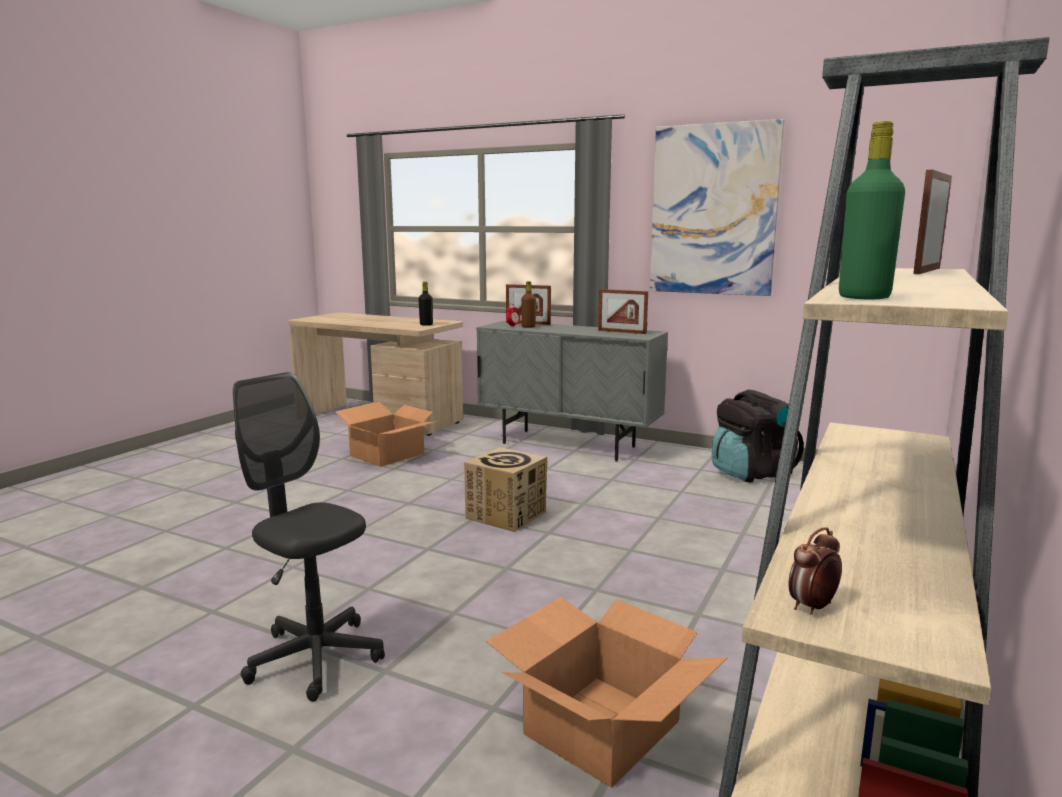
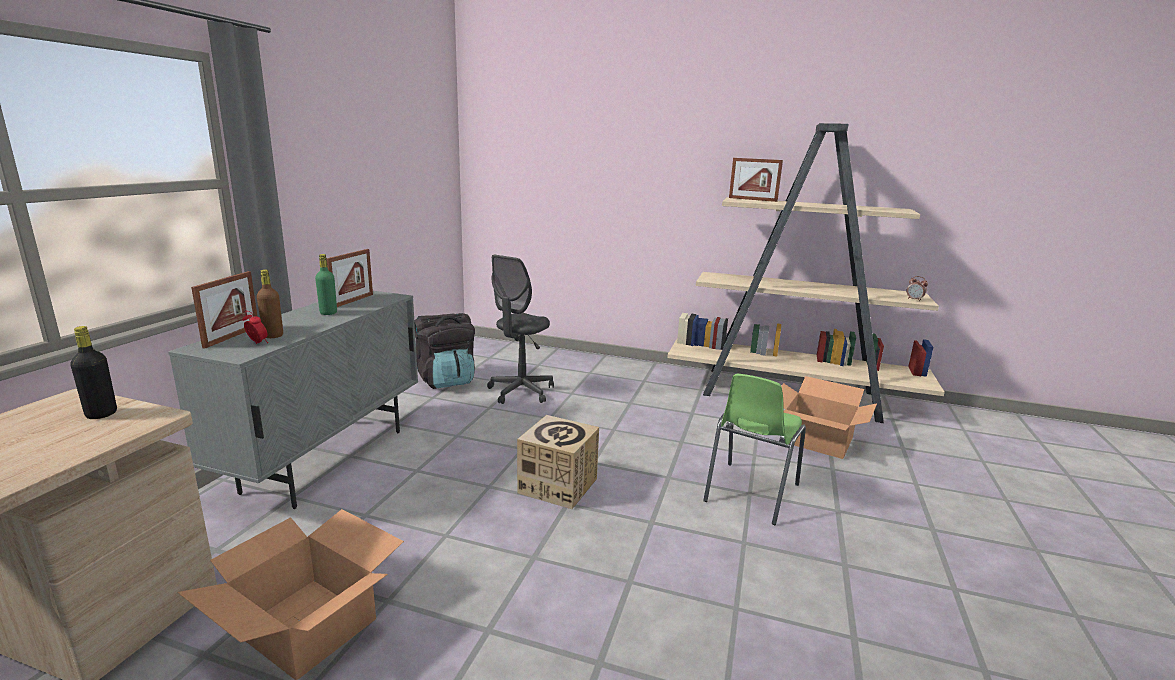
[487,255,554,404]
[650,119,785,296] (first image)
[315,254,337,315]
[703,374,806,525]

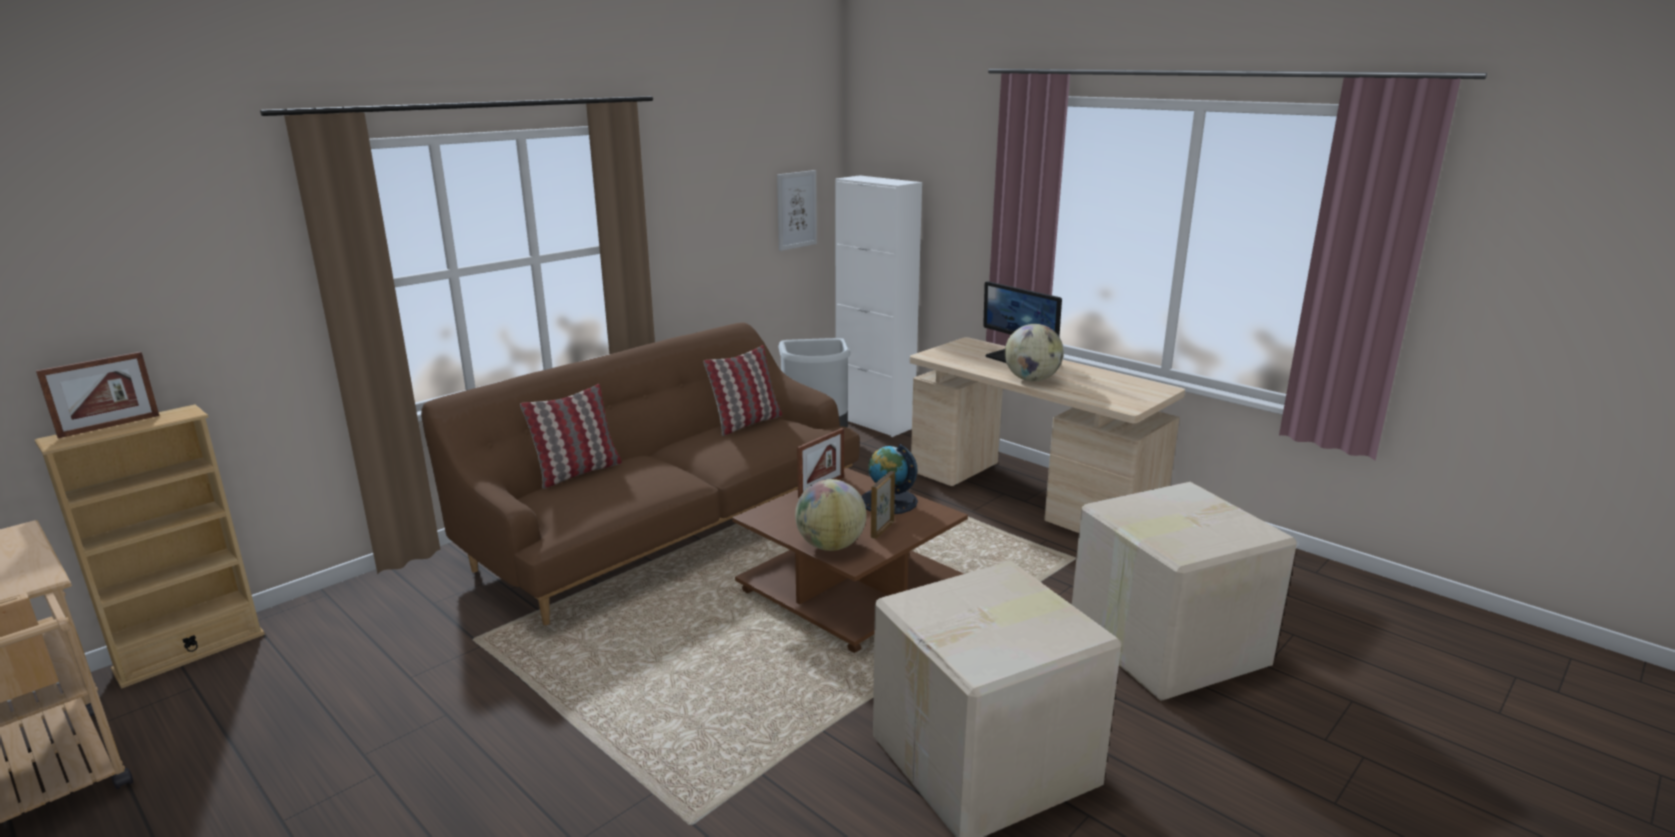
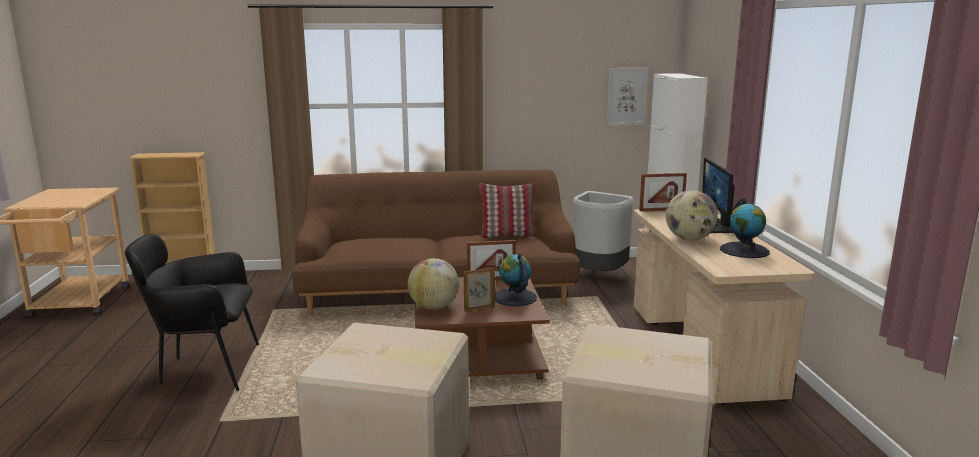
[639,173,687,211]
[520,384,622,489] (first image)
[125,234,259,391]
[720,198,770,258]

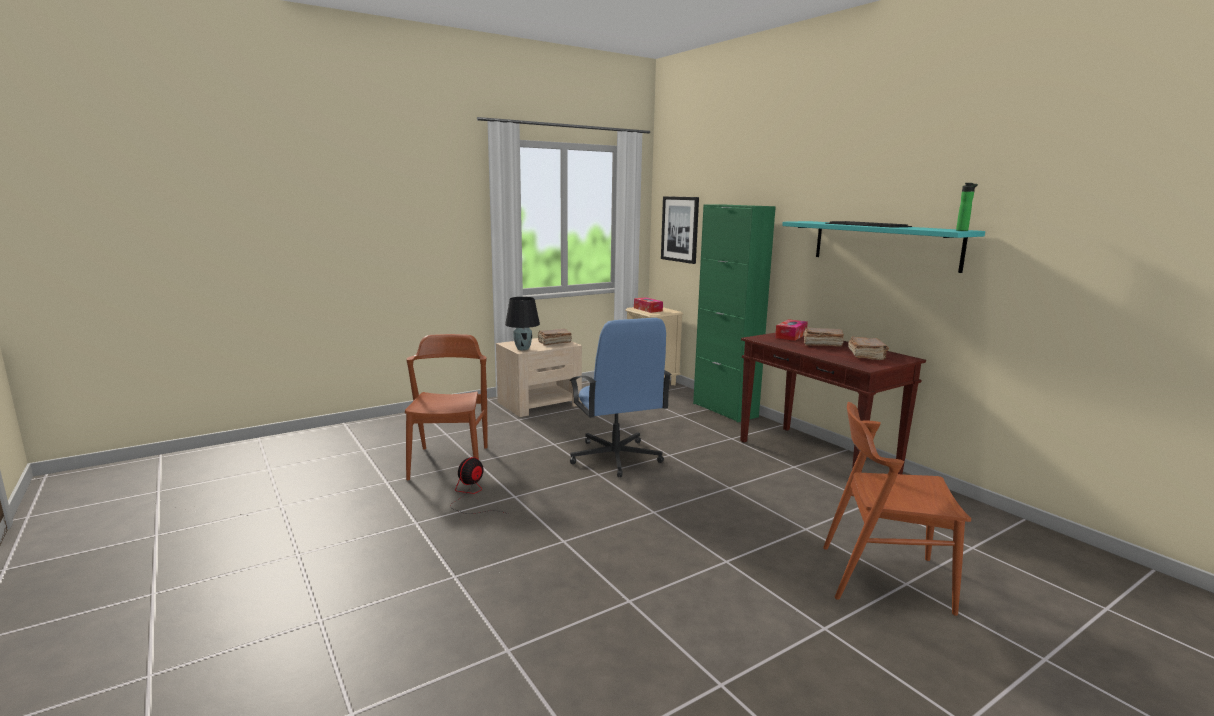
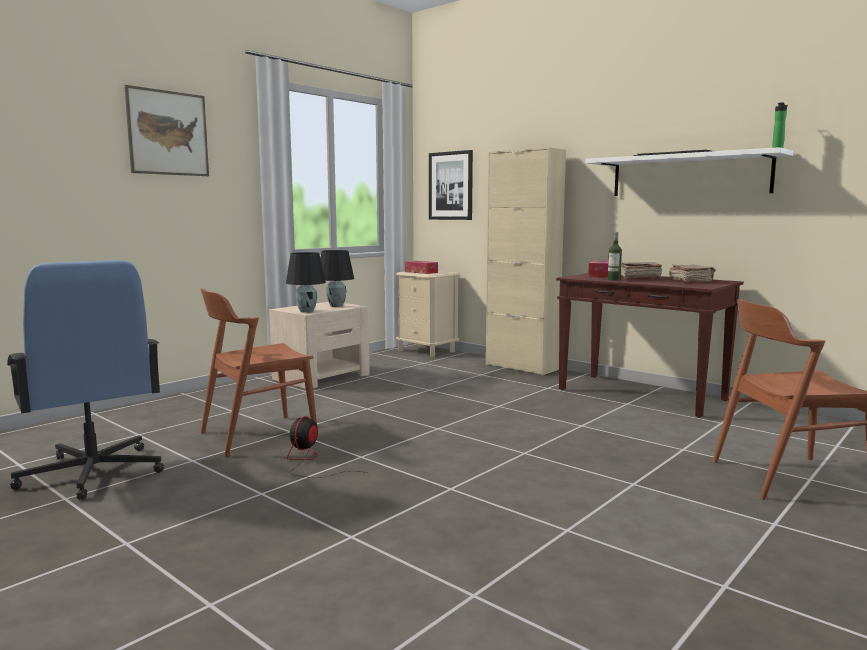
[200,288,318,457]
[320,250,354,307]
[7,260,164,500]
[486,147,566,375]
[585,147,794,196]
[124,85,209,176]
[608,232,622,281]

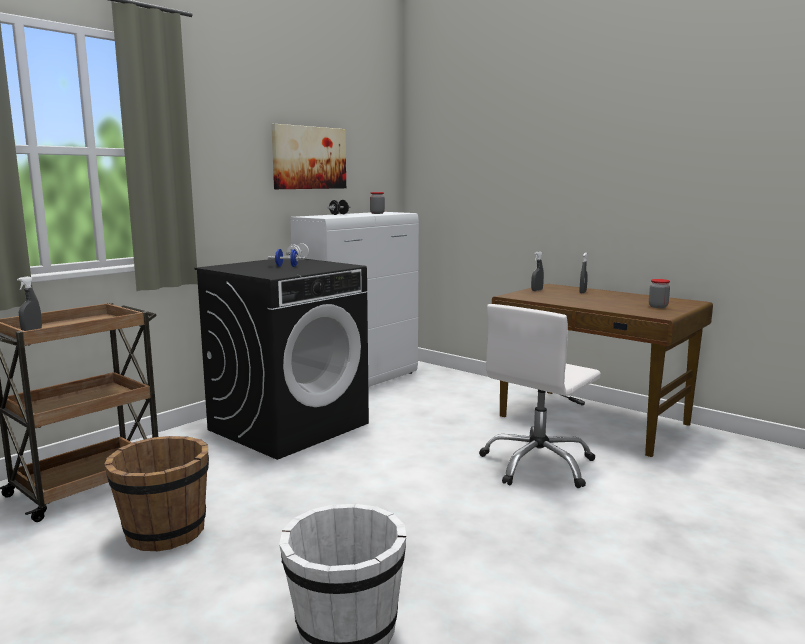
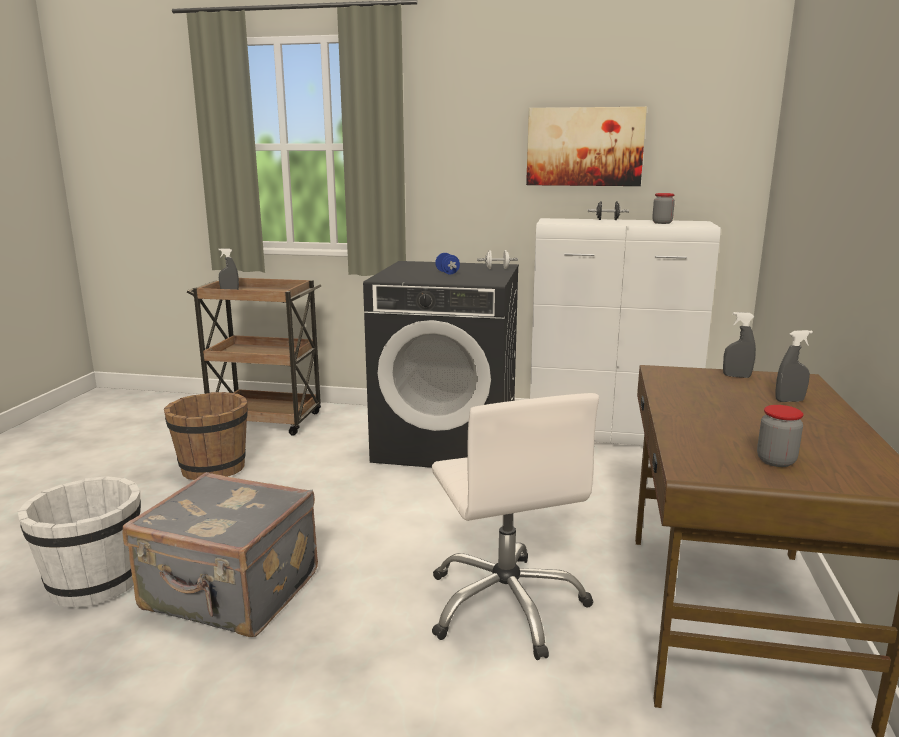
[432,393,599,660]
[123,472,318,637]

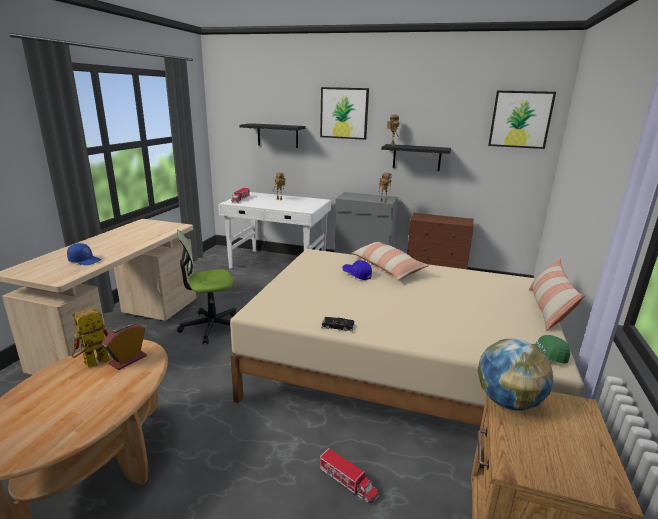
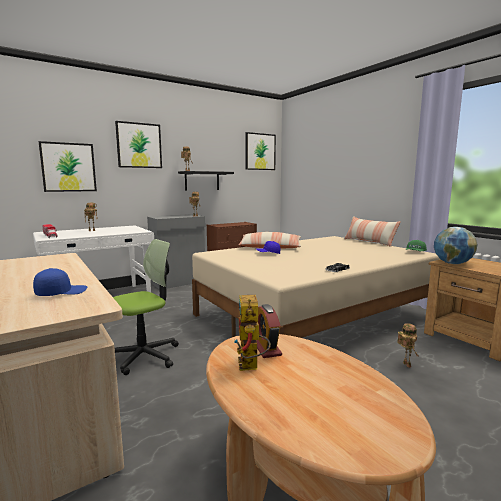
[113,239,179,375]
[39,141,97,192]
[397,323,418,368]

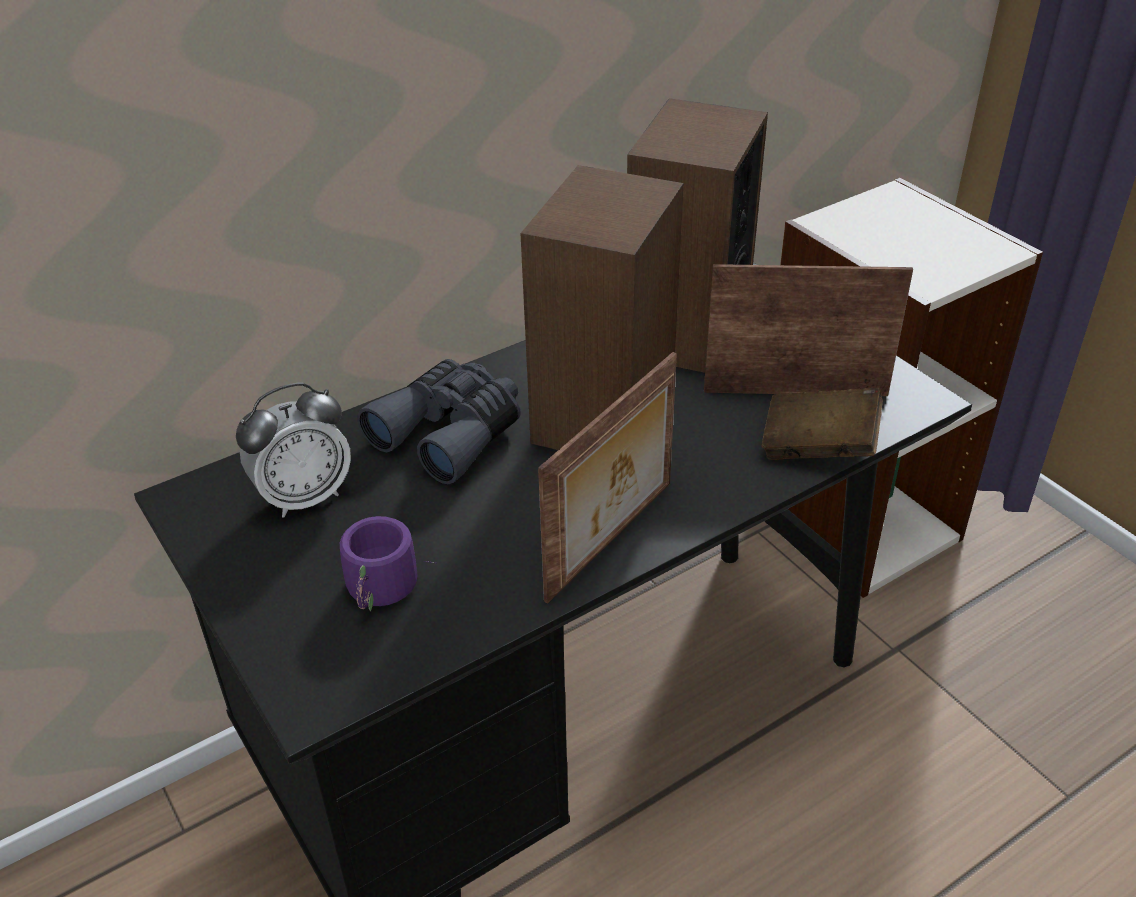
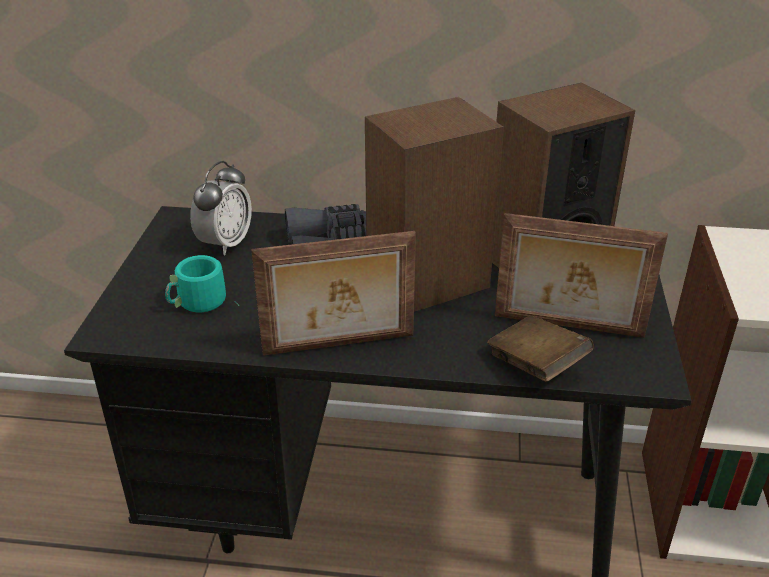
[190,161,252,255]
[165,255,240,312]
[495,213,668,338]

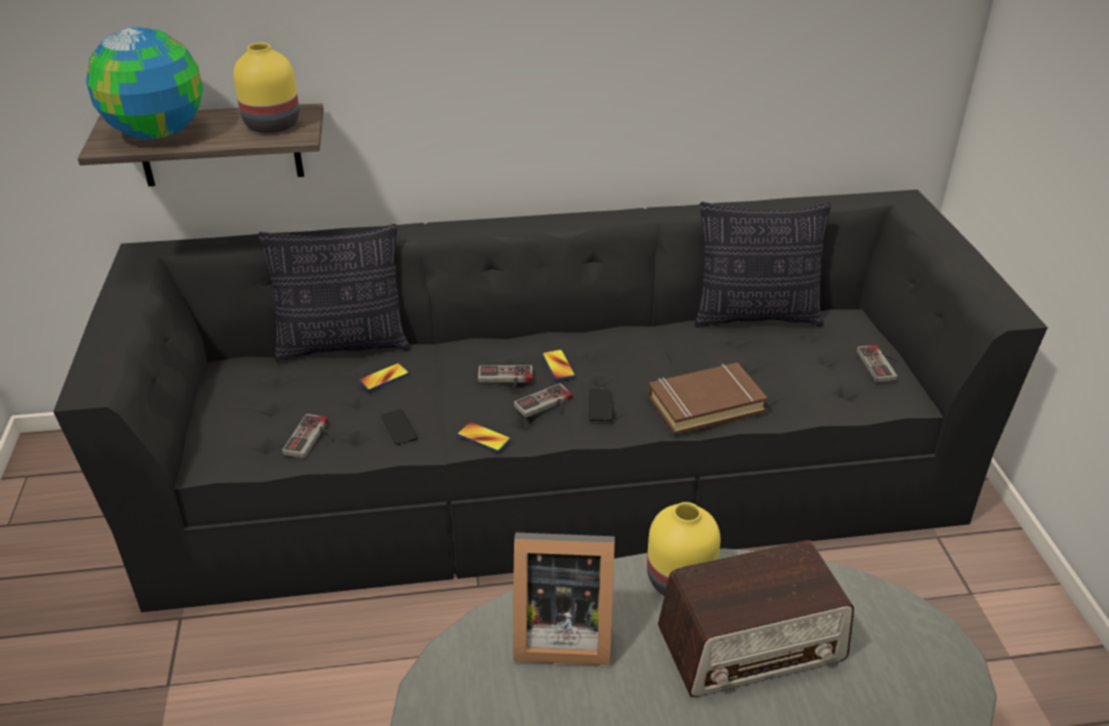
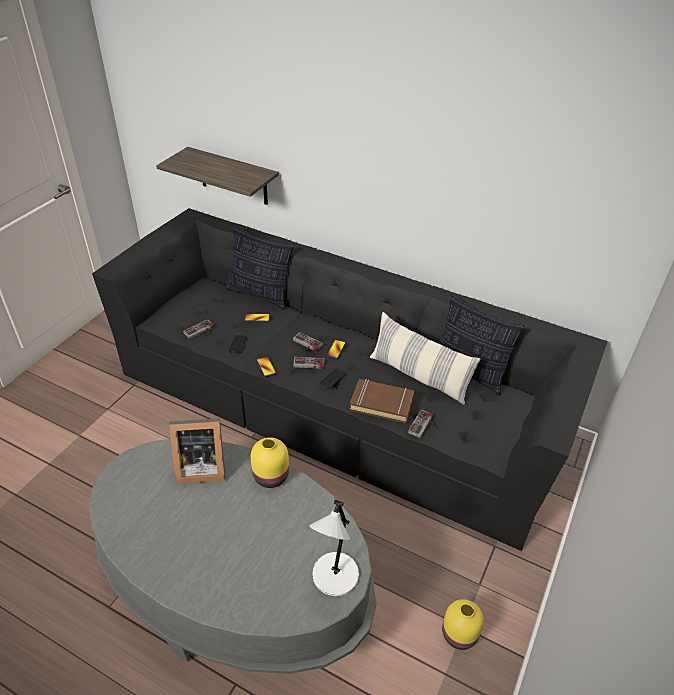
[86,27,203,139] (first image)
[442,599,484,650]
[169,418,225,484]
[658,540,854,697] (first image)
[408,409,435,438]
[309,500,359,596]
[370,312,481,405]

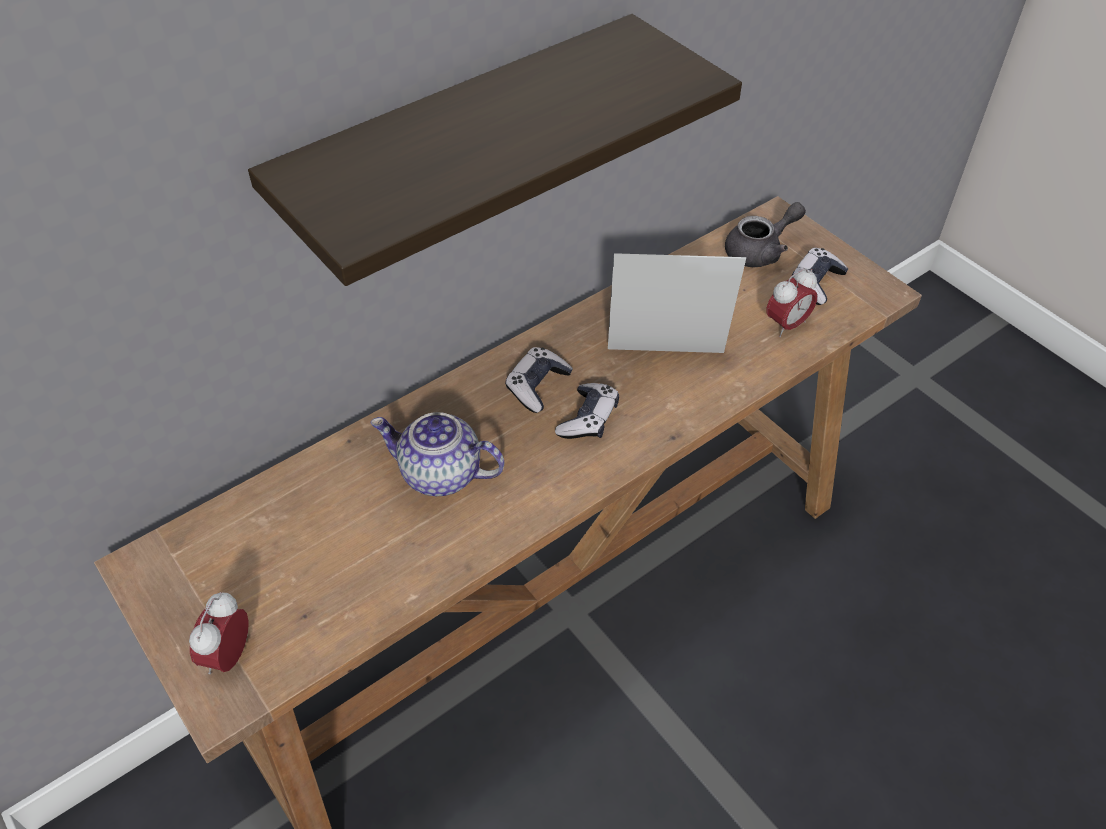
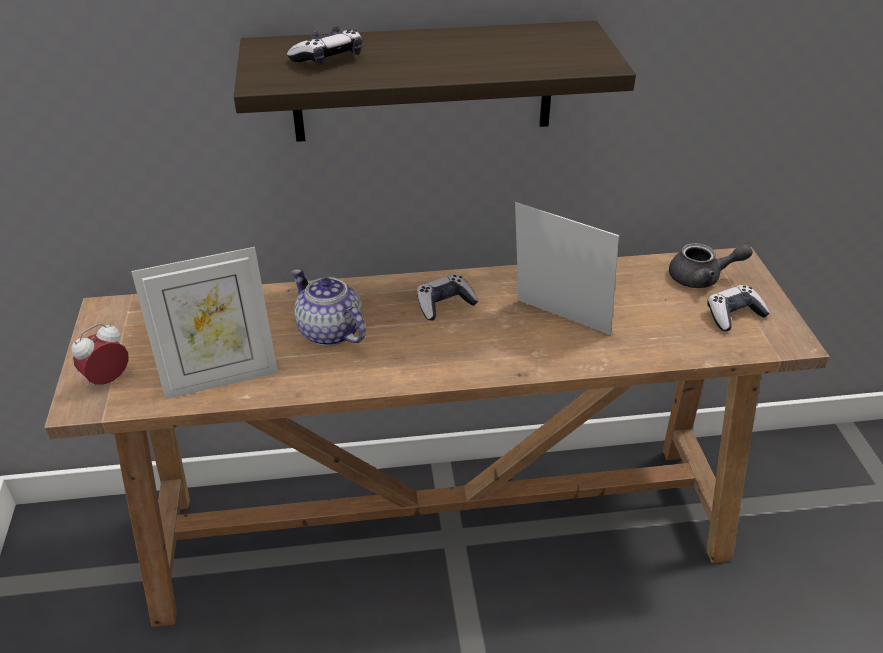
[287,26,362,65]
[766,268,818,337] (first image)
[131,247,278,400]

